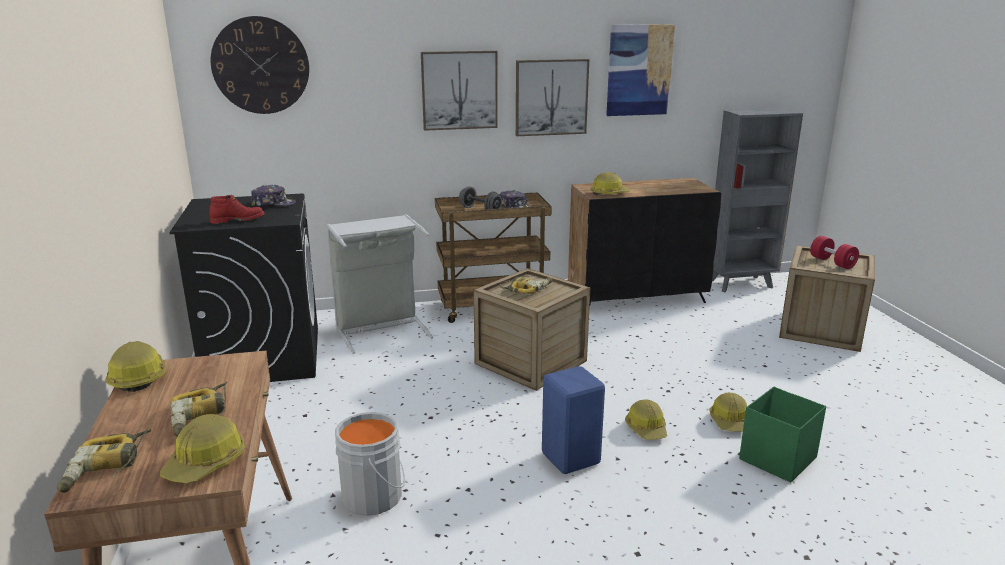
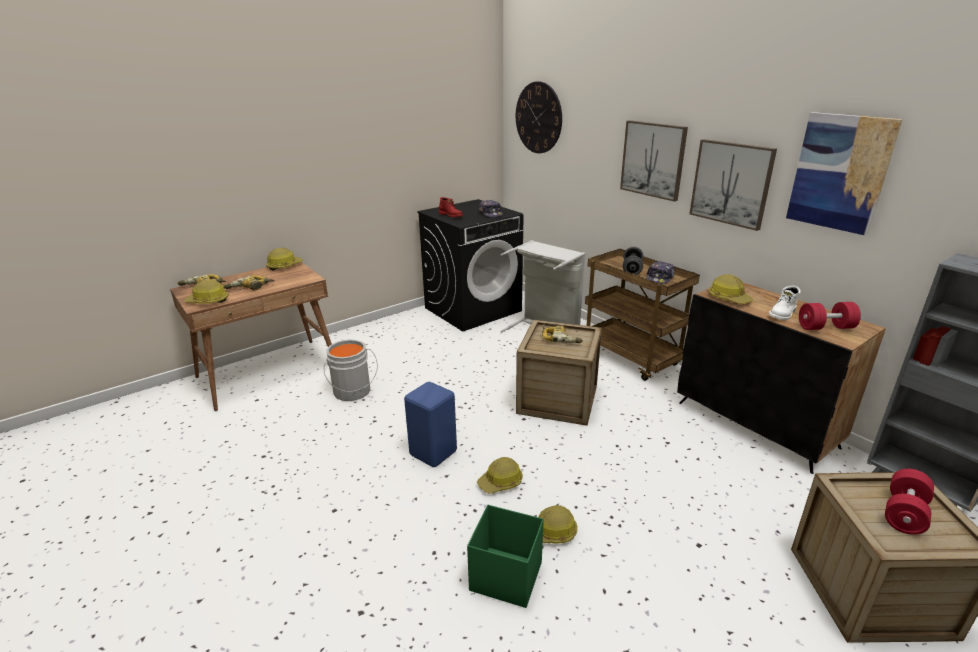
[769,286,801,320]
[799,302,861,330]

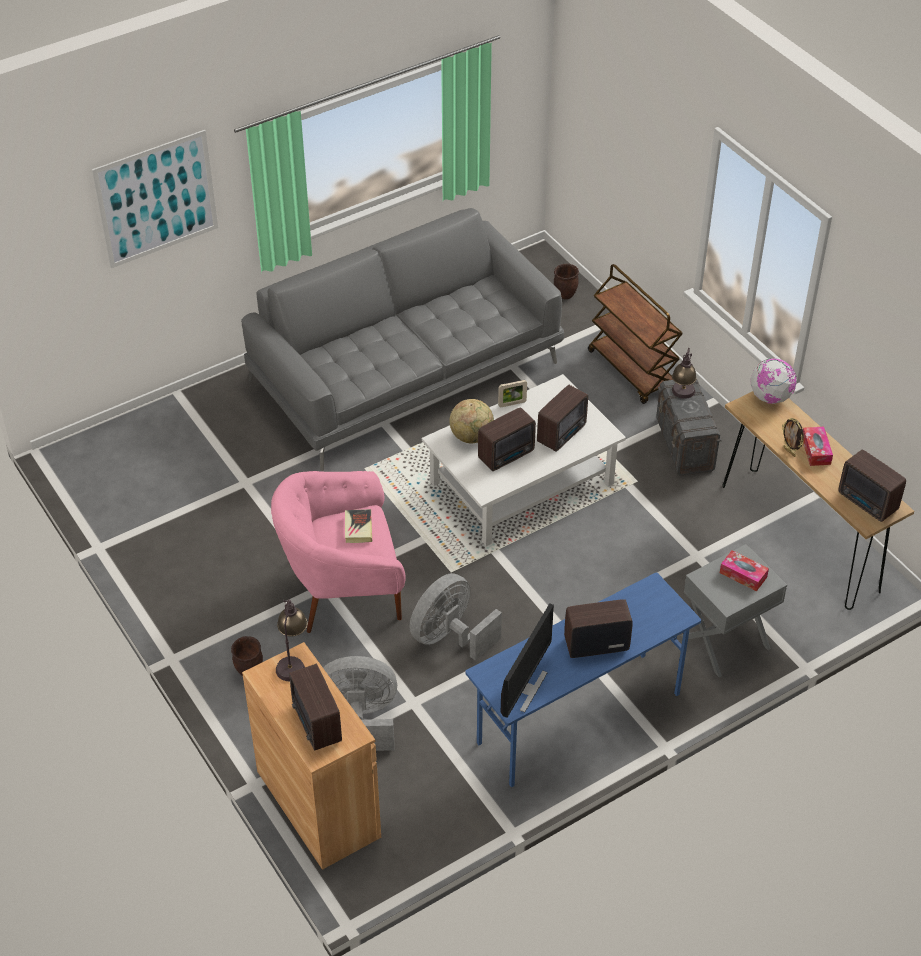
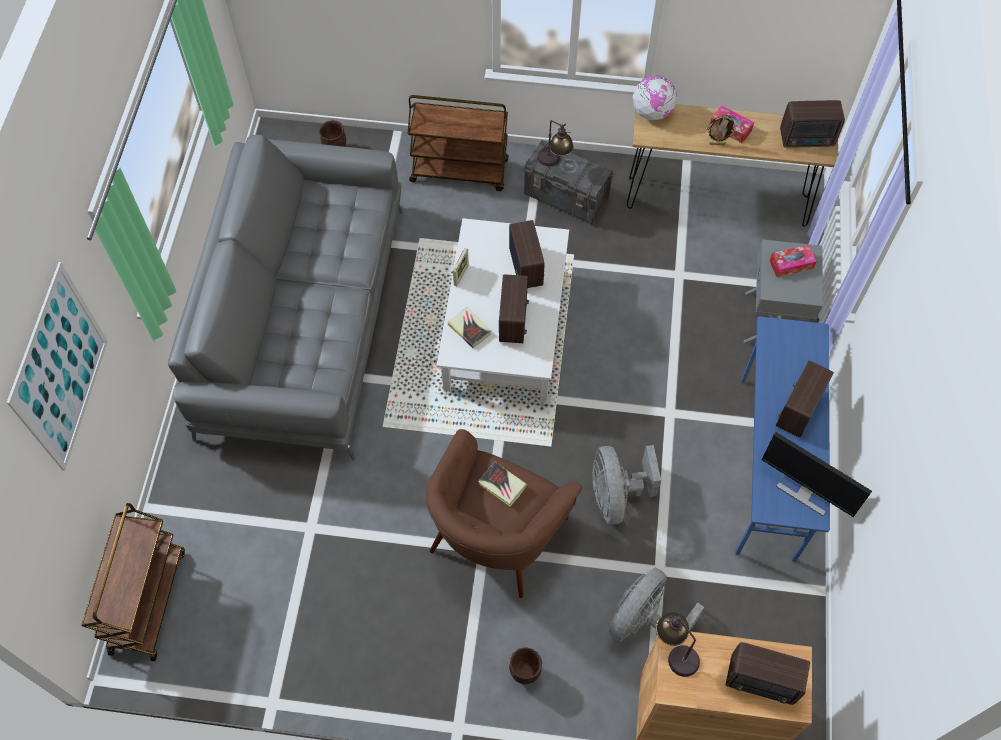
[426,429,582,598]
[448,307,492,348]
[762,432,872,517]
[81,503,185,661]

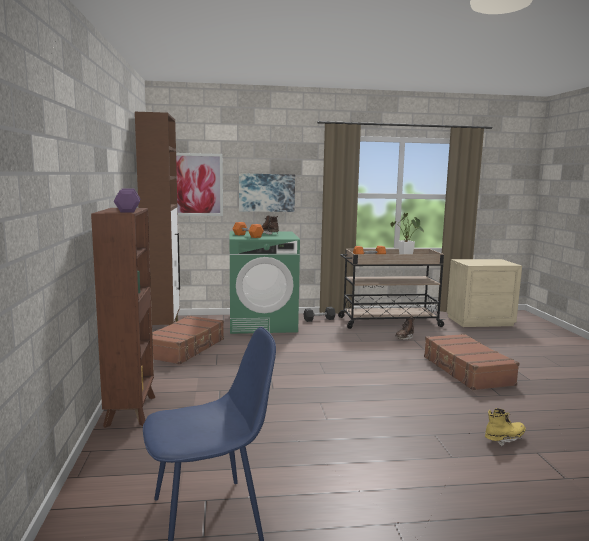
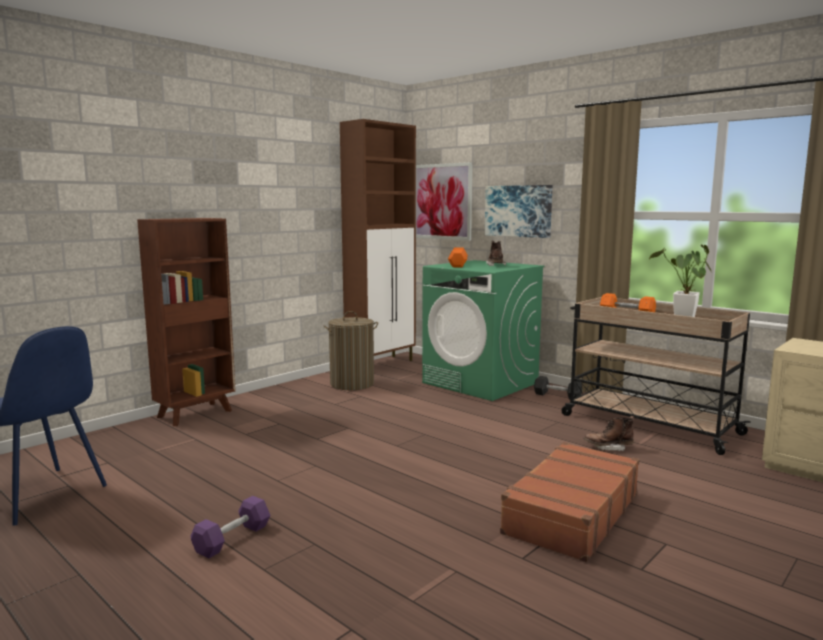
[190,496,271,559]
[323,311,378,390]
[485,408,526,446] (first image)

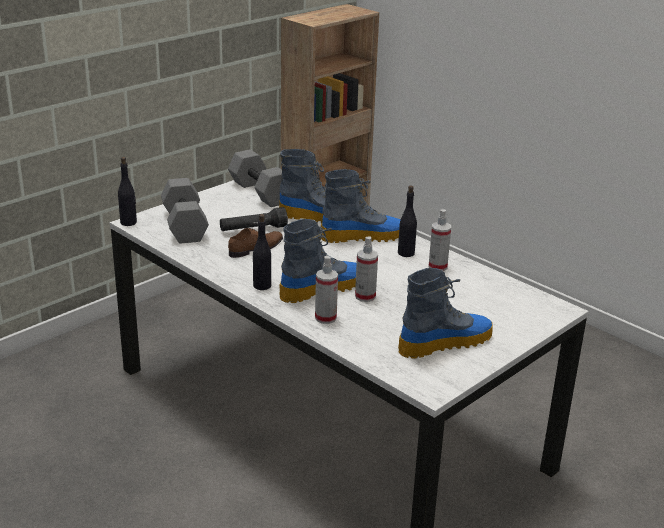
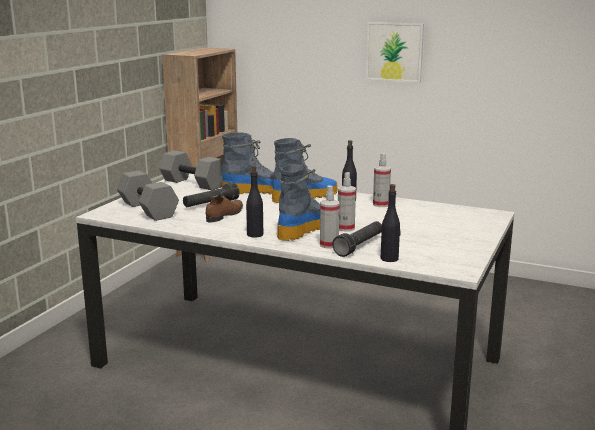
[381,184,401,262]
[398,268,493,358] (first image)
[332,221,382,257]
[366,22,424,83]

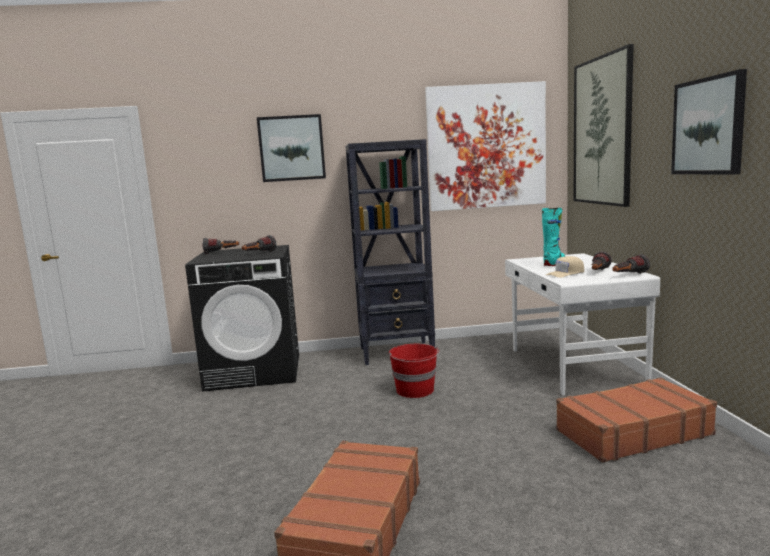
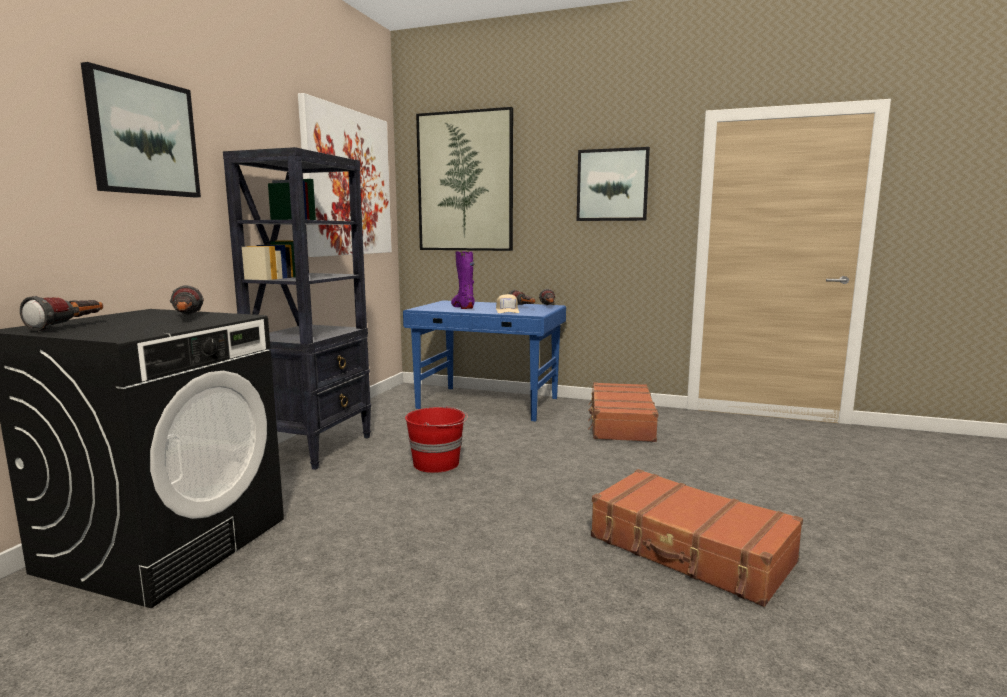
[403,300,566,422]
[451,251,475,309]

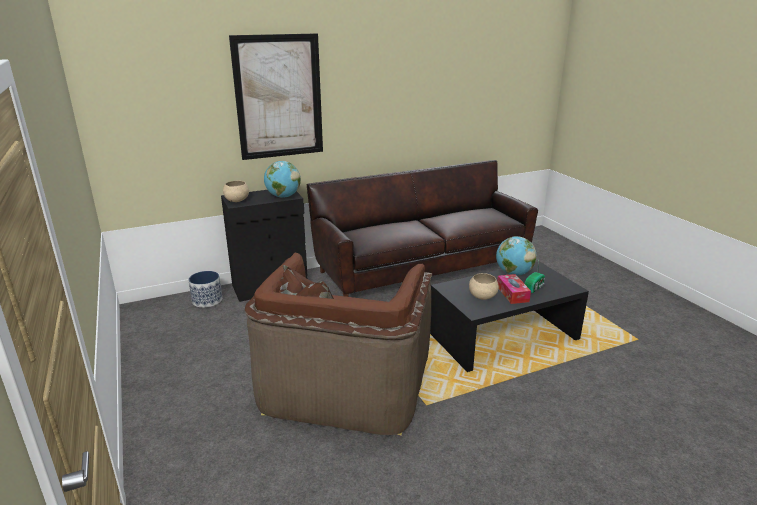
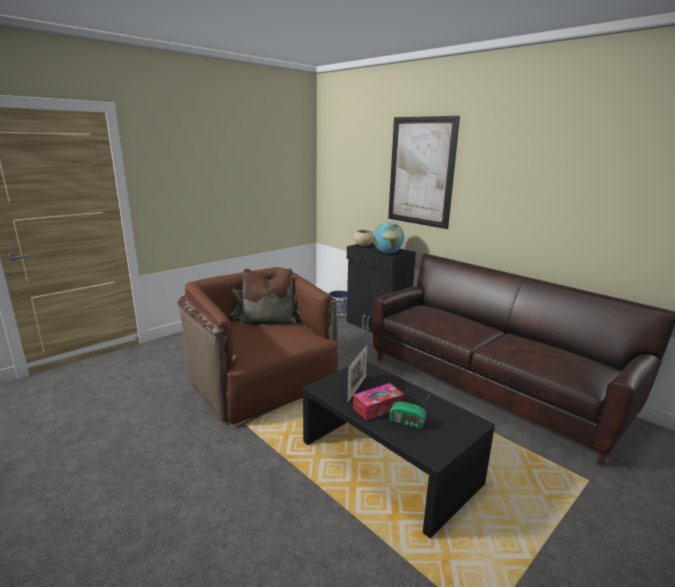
[177,267,338,428]
[348,345,367,402]
[496,236,537,276] (first image)

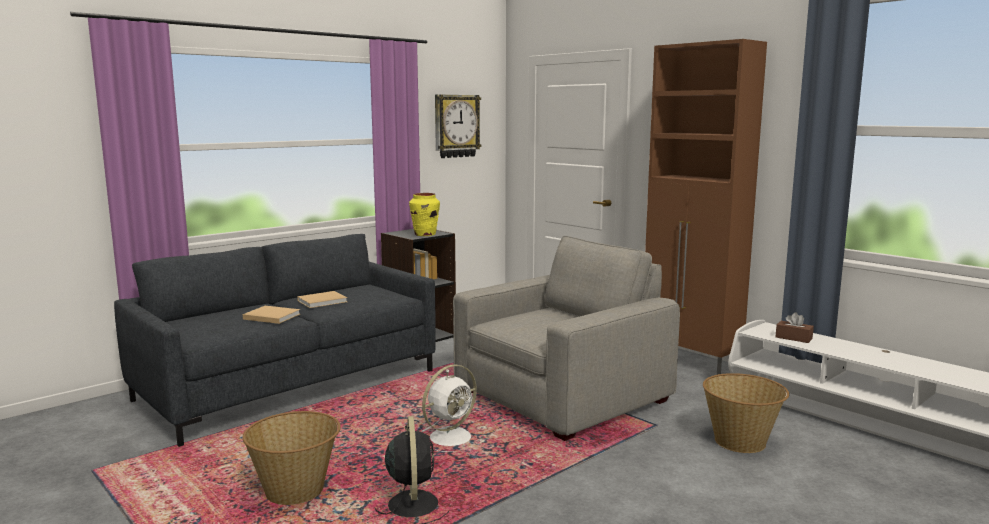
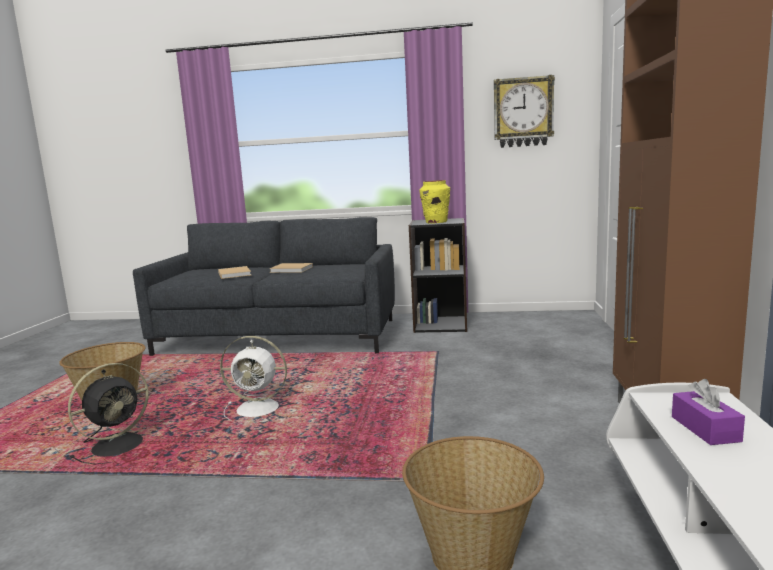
[453,236,680,441] (first image)
[672,379,745,445]

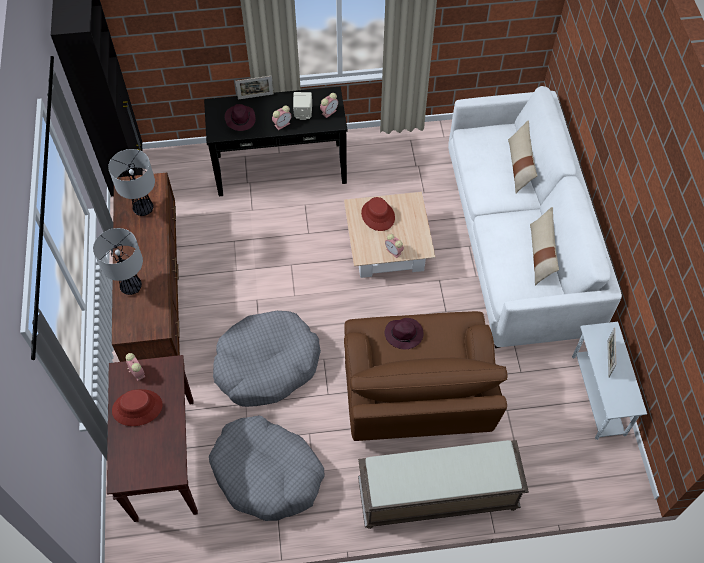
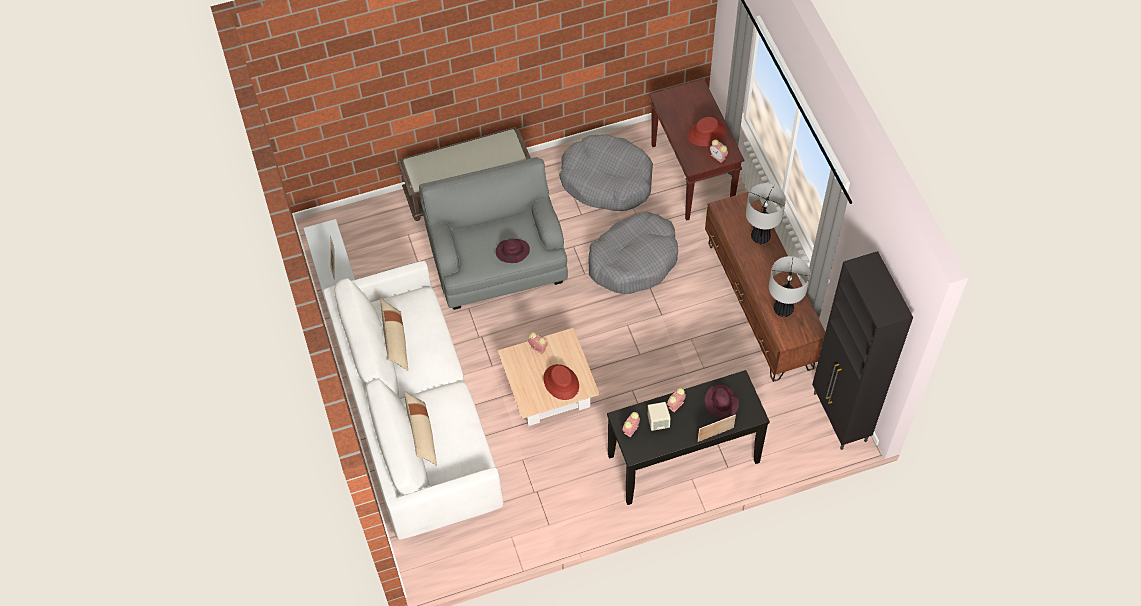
[419,157,568,310]

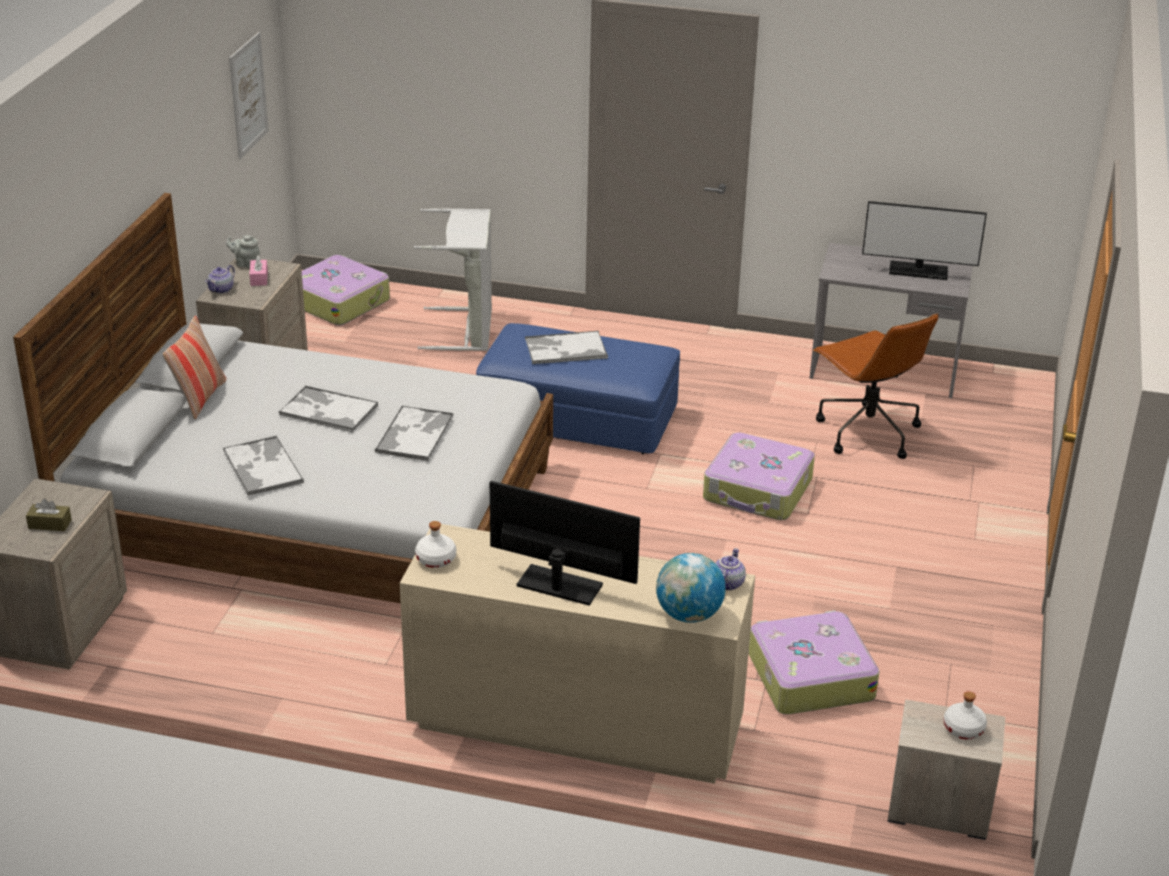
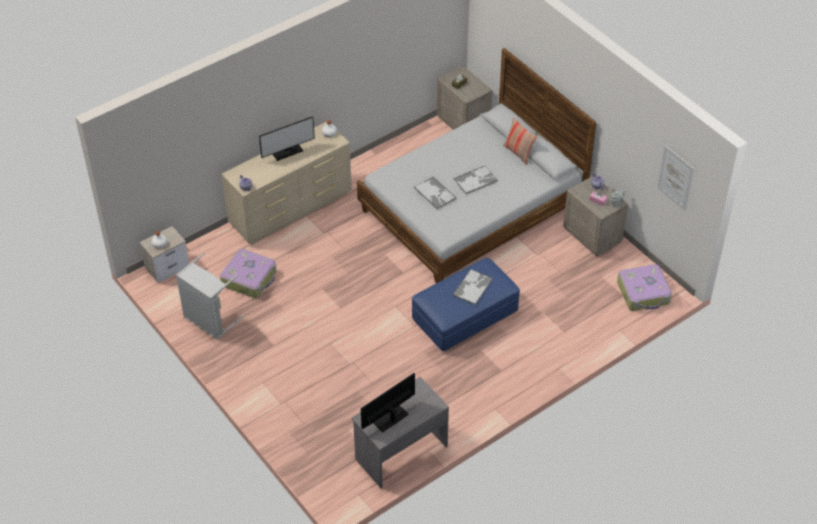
[223,436,304,496] (first image)
[176,252,244,340]
[656,553,726,623] (first image)
[703,432,815,520] (first image)
[813,313,938,459] (first image)

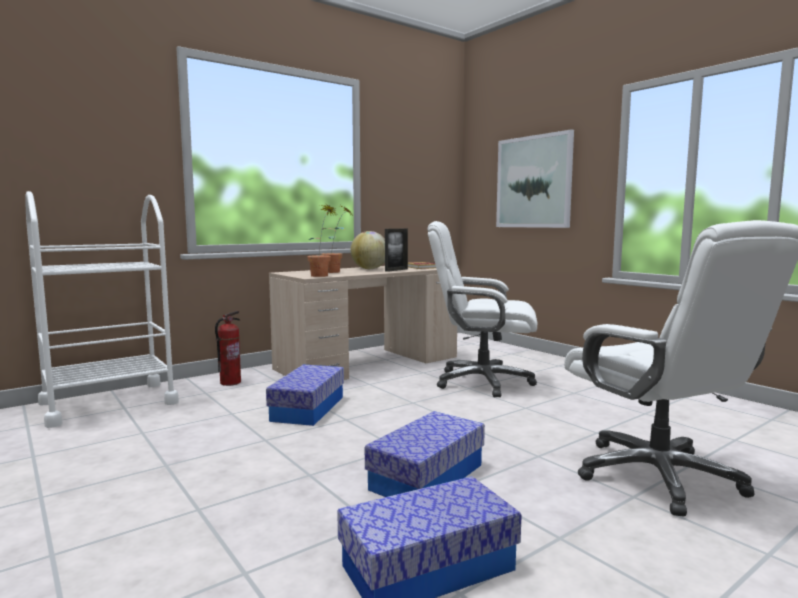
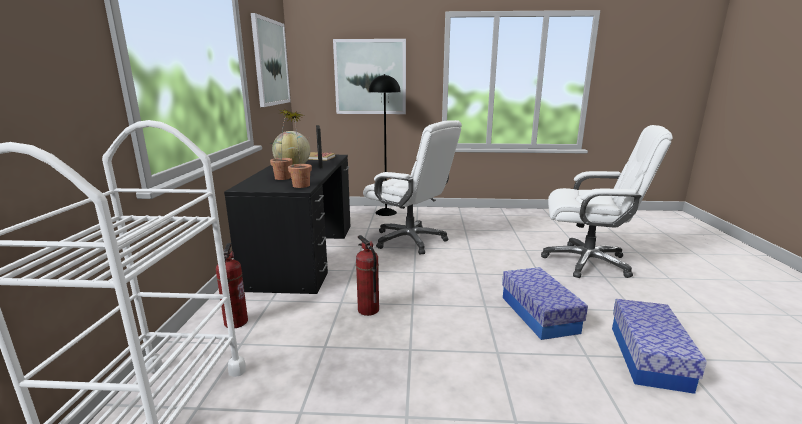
[356,235,379,316]
[224,155,350,294]
[363,120,462,255]
[251,13,291,107]
[369,74,401,216]

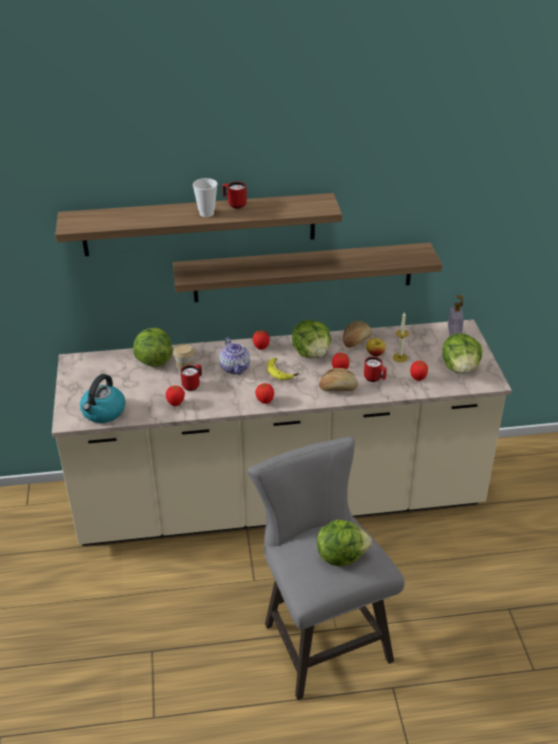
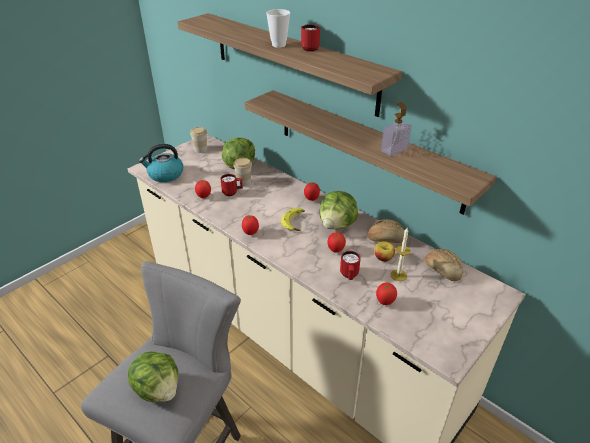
[219,338,250,375] (first image)
[425,249,463,281]
[442,333,482,374] (first image)
[381,102,412,156]
[190,127,207,153]

